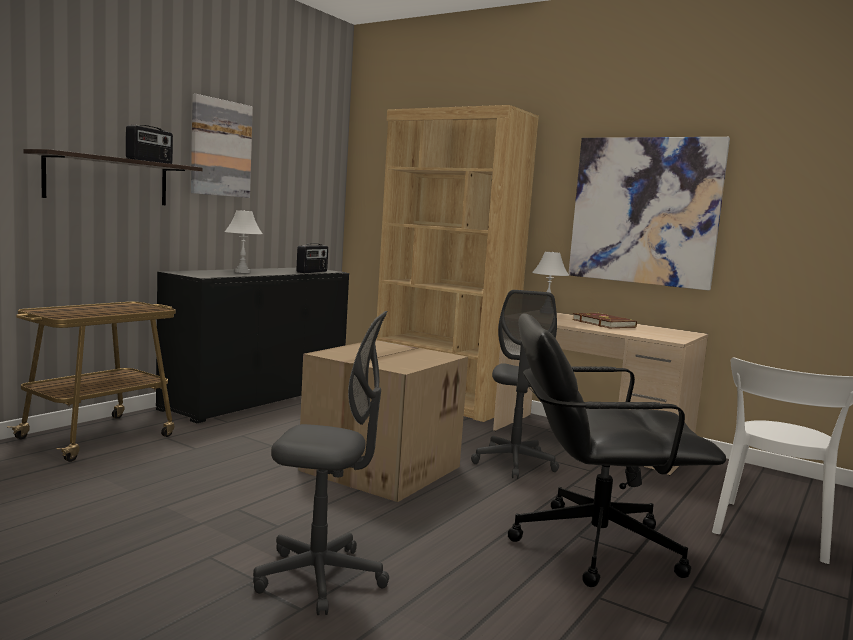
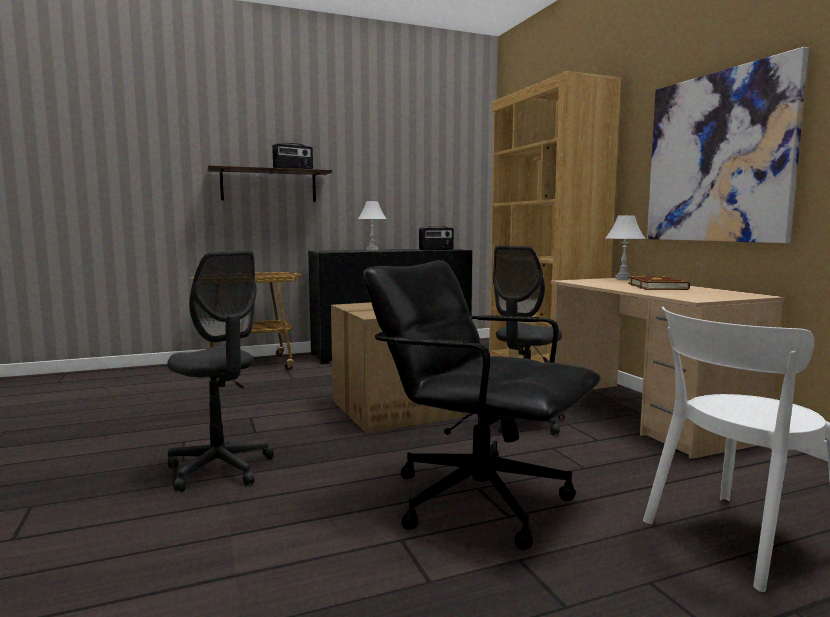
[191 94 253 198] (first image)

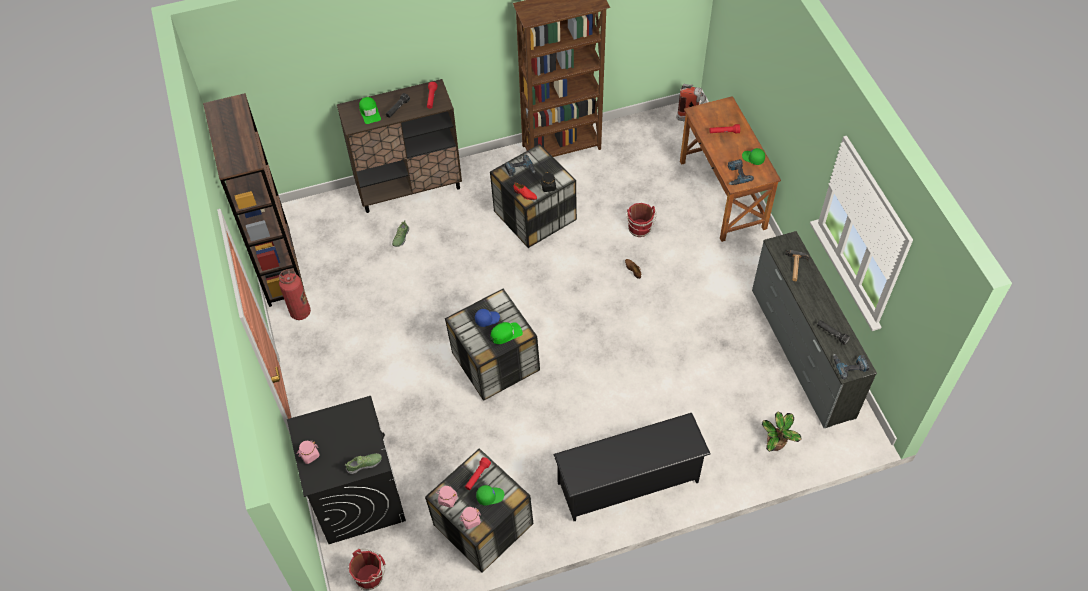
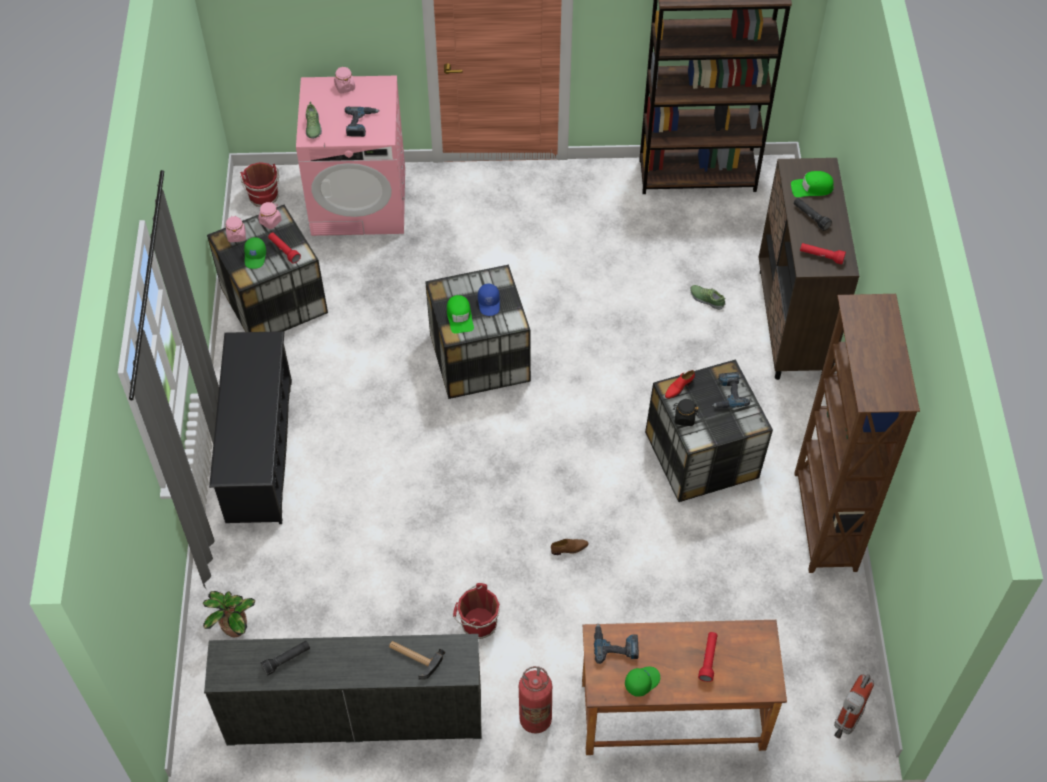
[519 666 552 734]
[453 583 500 639]
[345 107 379 137]
[296 76 405 236]

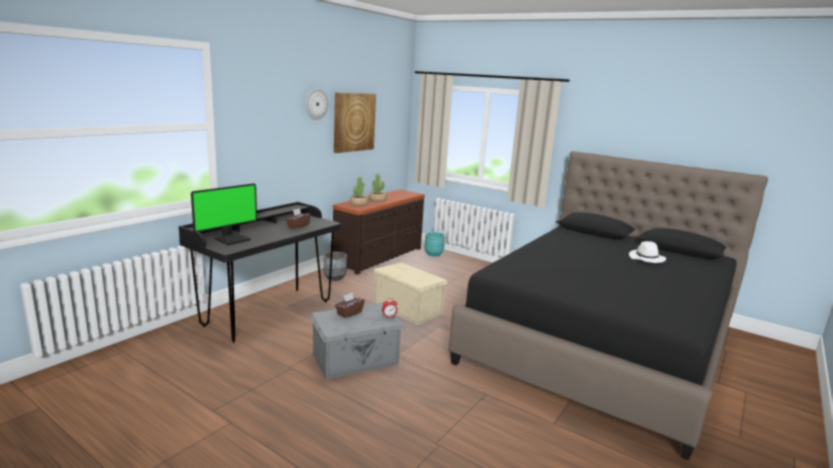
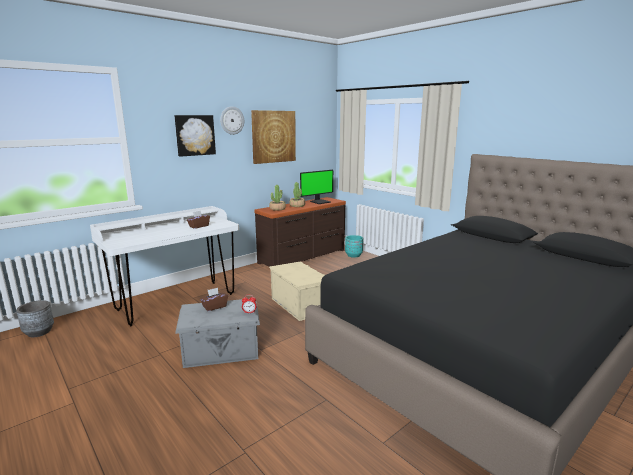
[629 241 666 263] (first image)
[174 115 216 157]
[300 170 333 204]
[16 300 54 337]
[90 206 239 326]

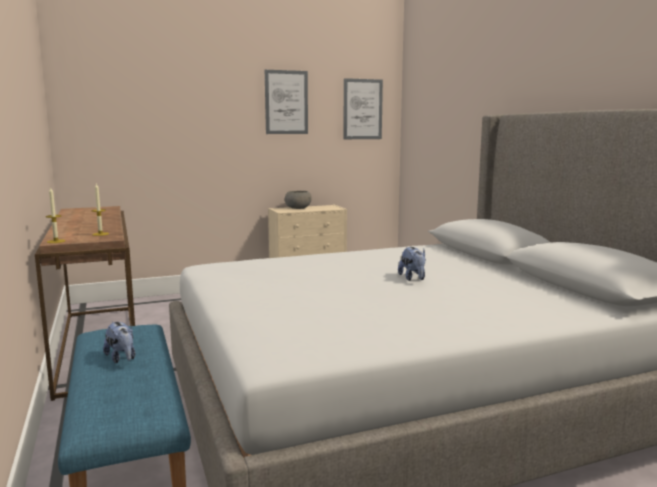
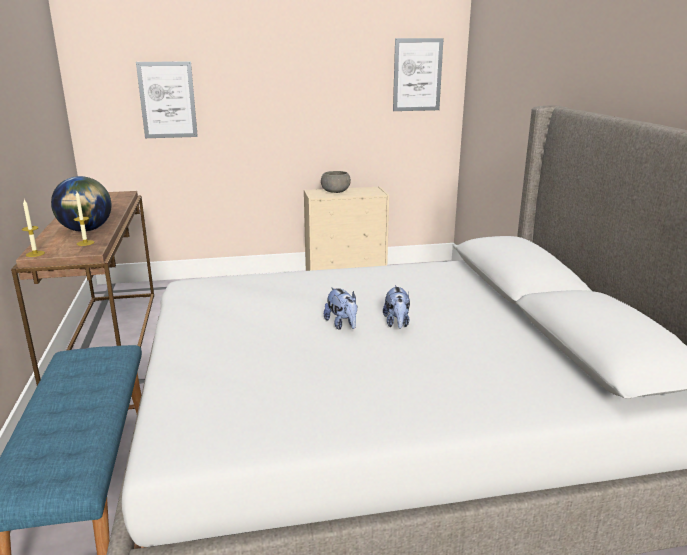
[51 176 111 232]
[324 287 358 330]
[136 61 198 138]

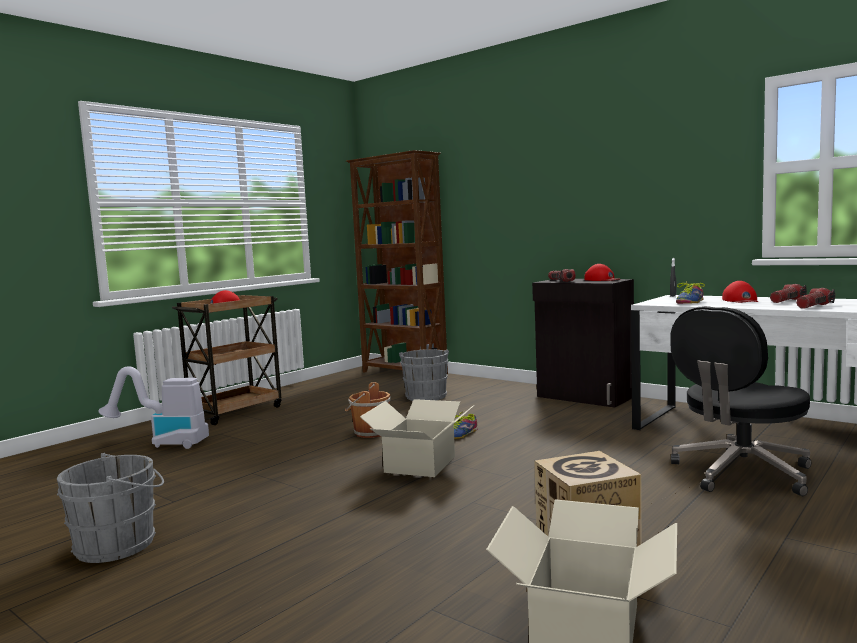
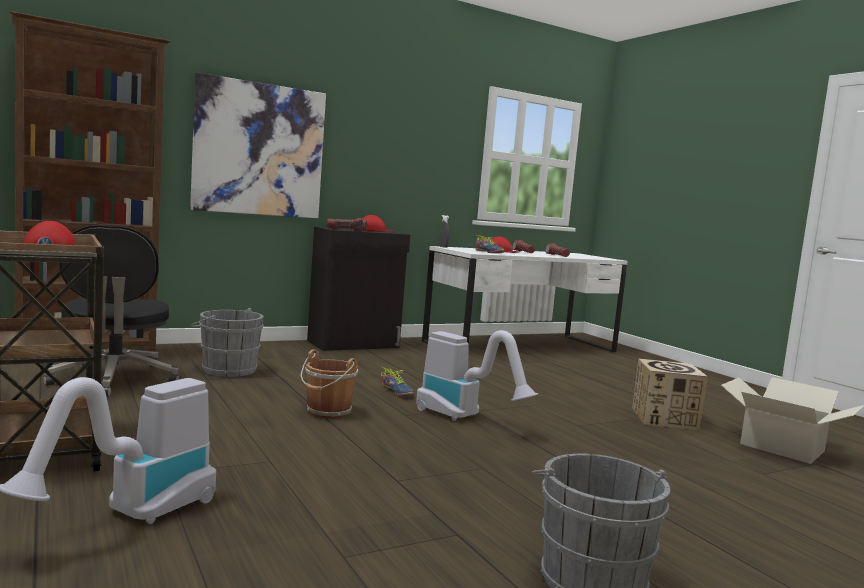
[190 73 326 218]
[43 225 179 397]
[416 330 538 421]

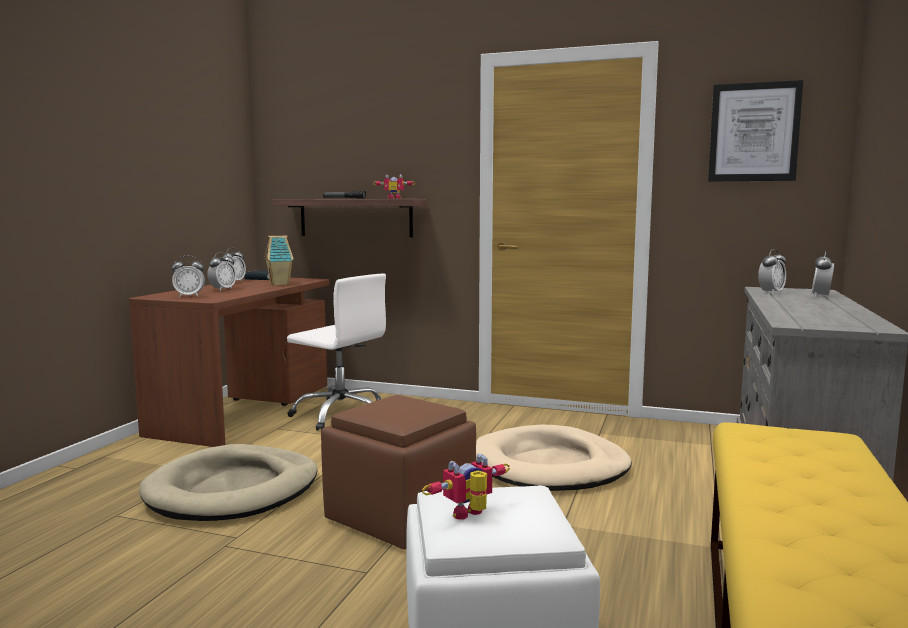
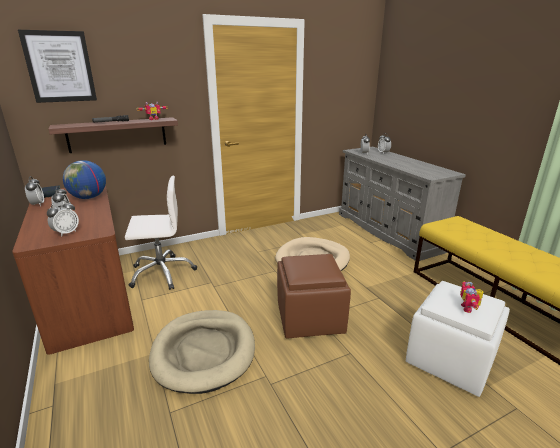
[18 30 97 103]
[63 160 106 199]

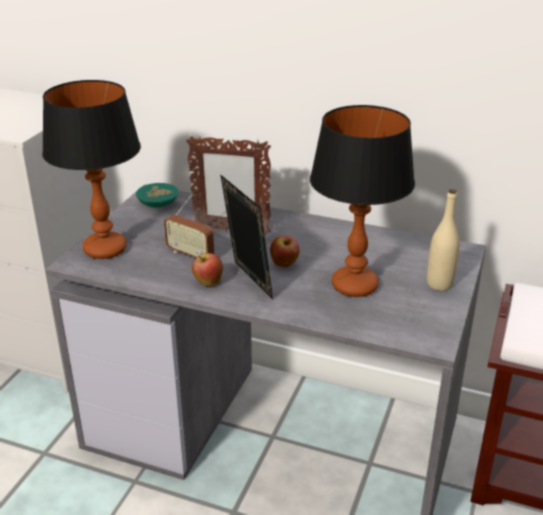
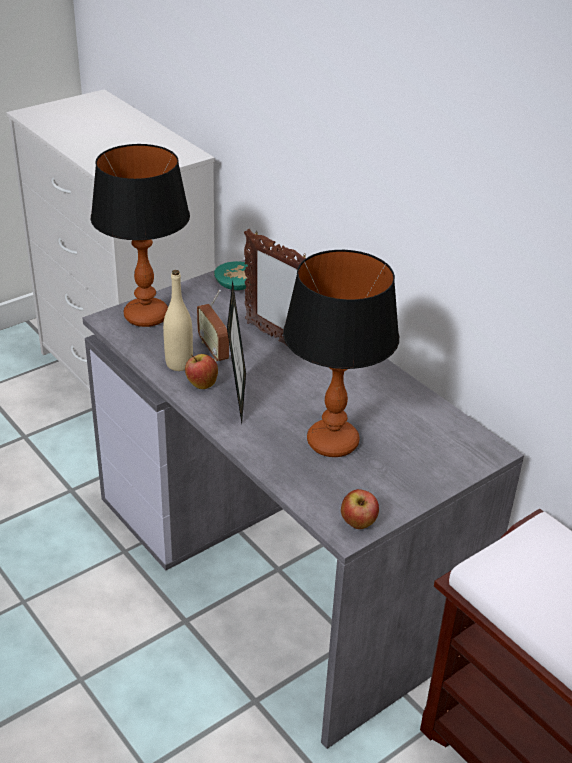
[341 489 379 529]
[163 270 193 371]

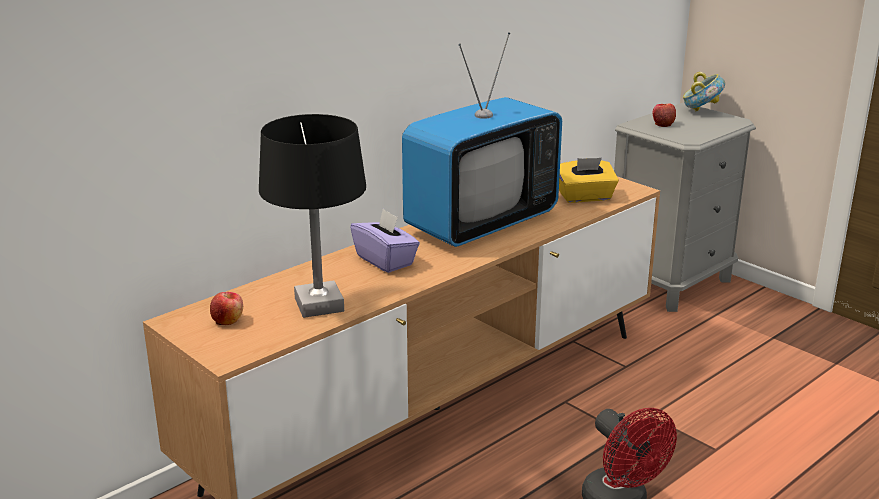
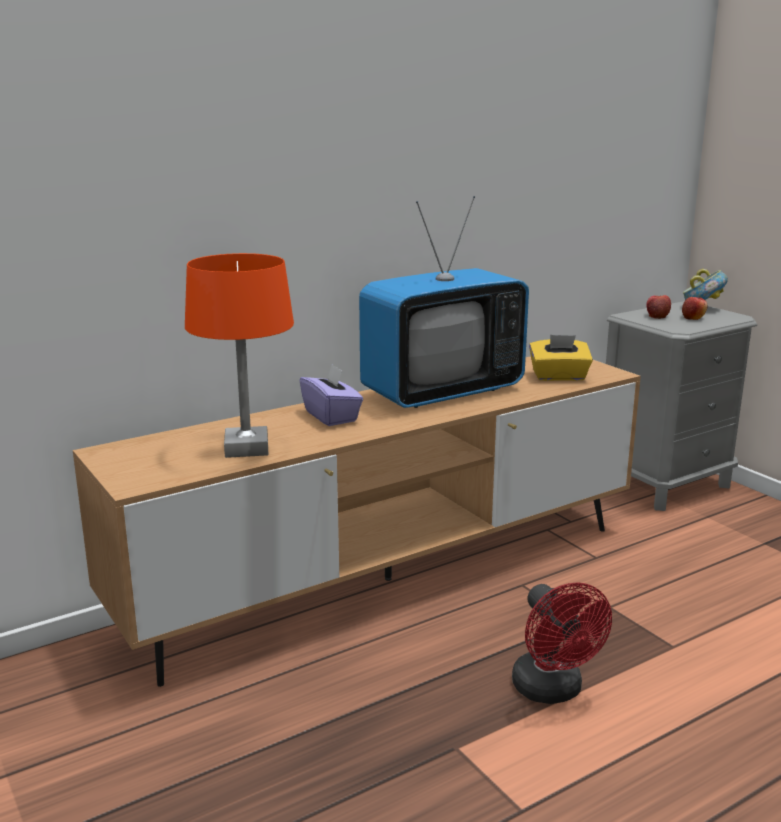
[682 297 707 320]
[185 253 294 458]

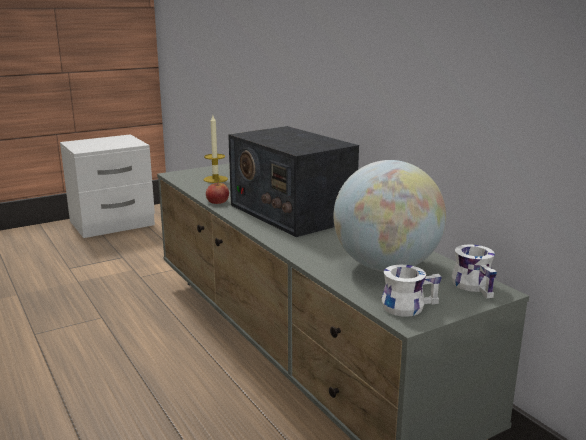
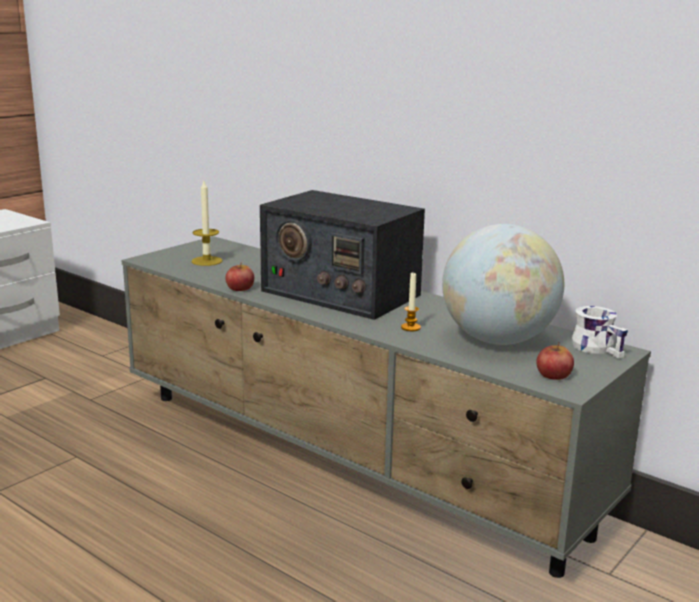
[401 271 421 331]
[536 342 574 380]

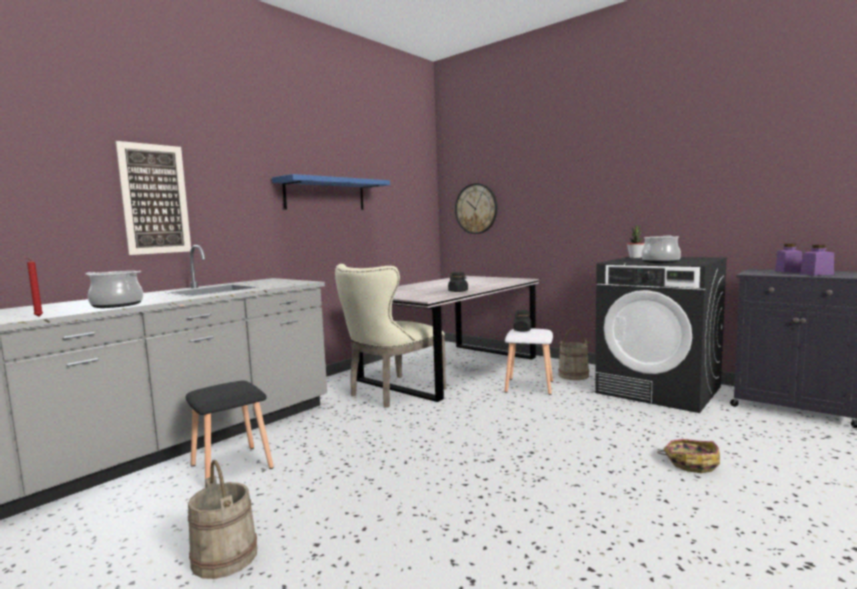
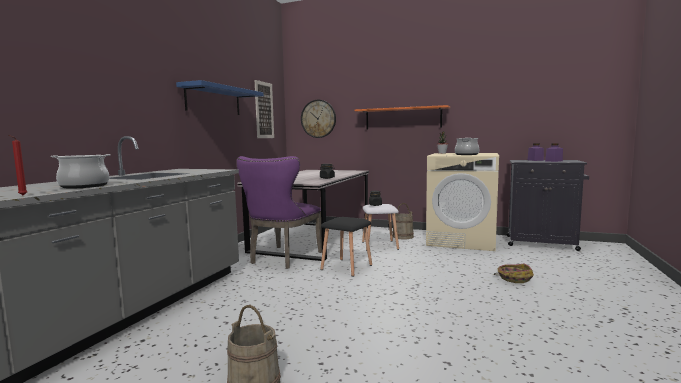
[355 105 450 129]
[255 80 274 138]
[320 217 372 277]
[237 156 322 269]
[426 153 499 251]

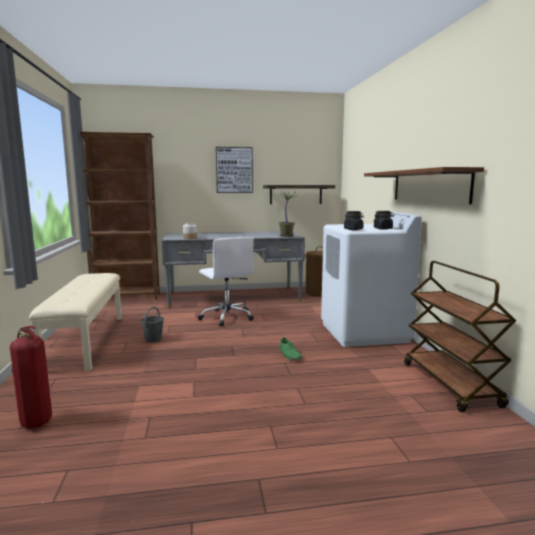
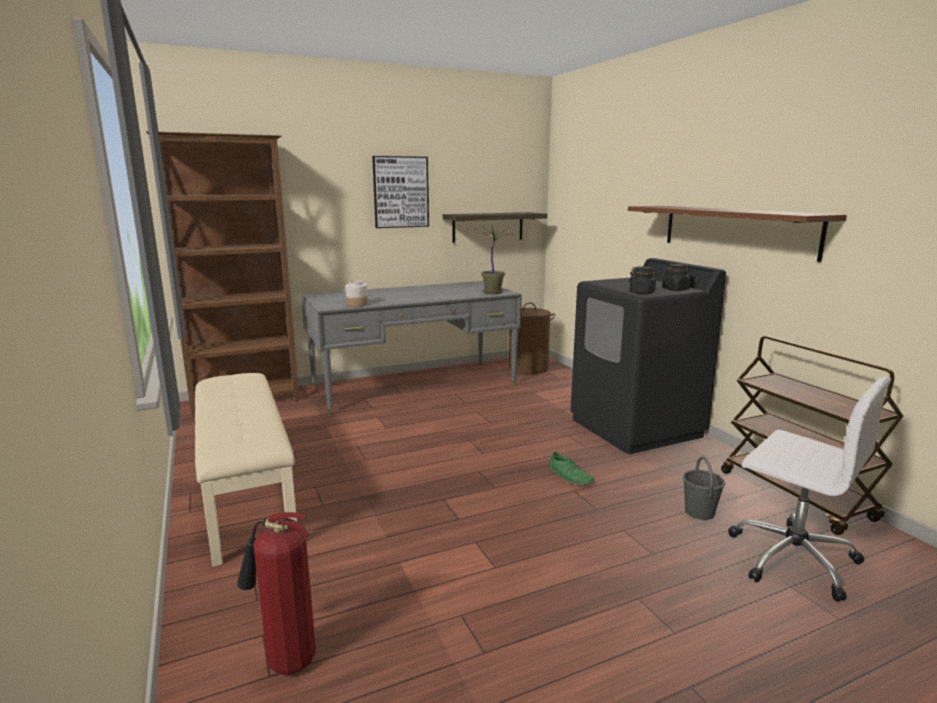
[683 456 725 520]
[728 377 891 602]
[571 258 726 454]

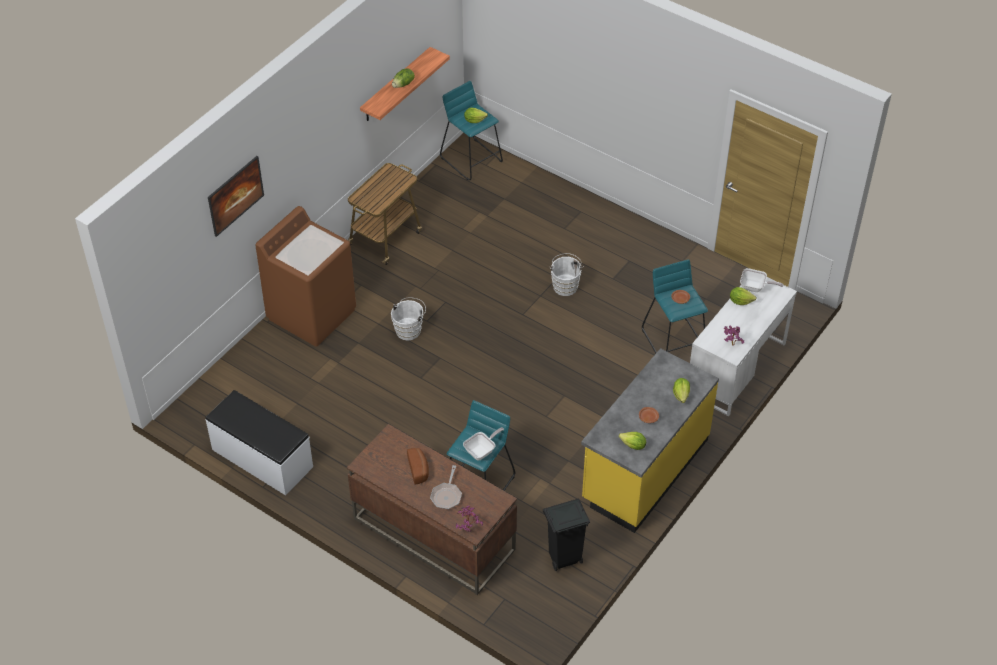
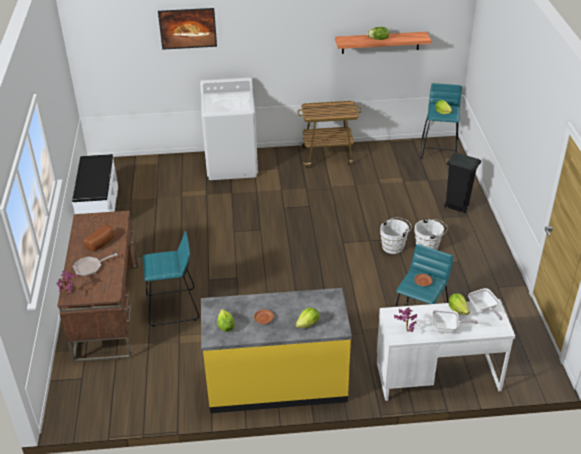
[414 218 448 250]
[432 309 478 333]
[444 152 481 214]
[200 77 258 180]

